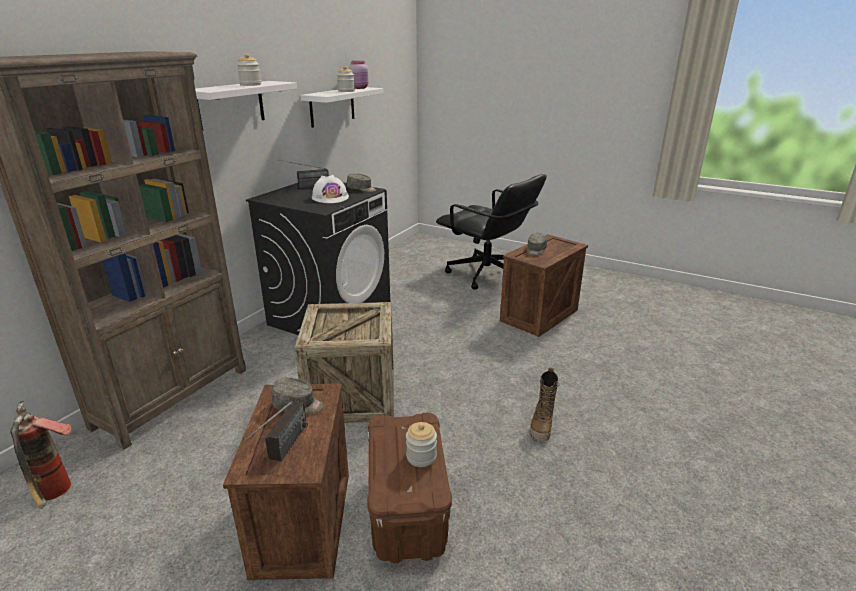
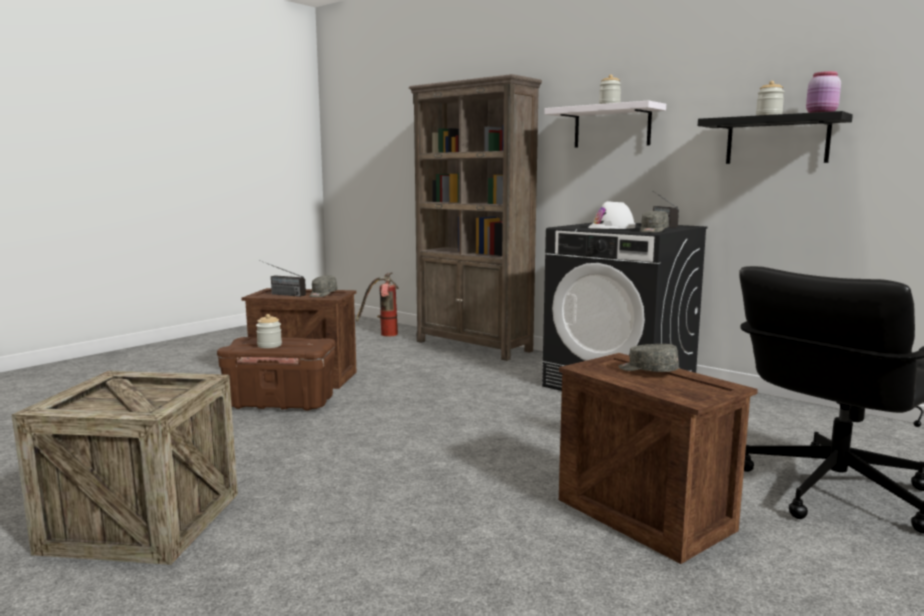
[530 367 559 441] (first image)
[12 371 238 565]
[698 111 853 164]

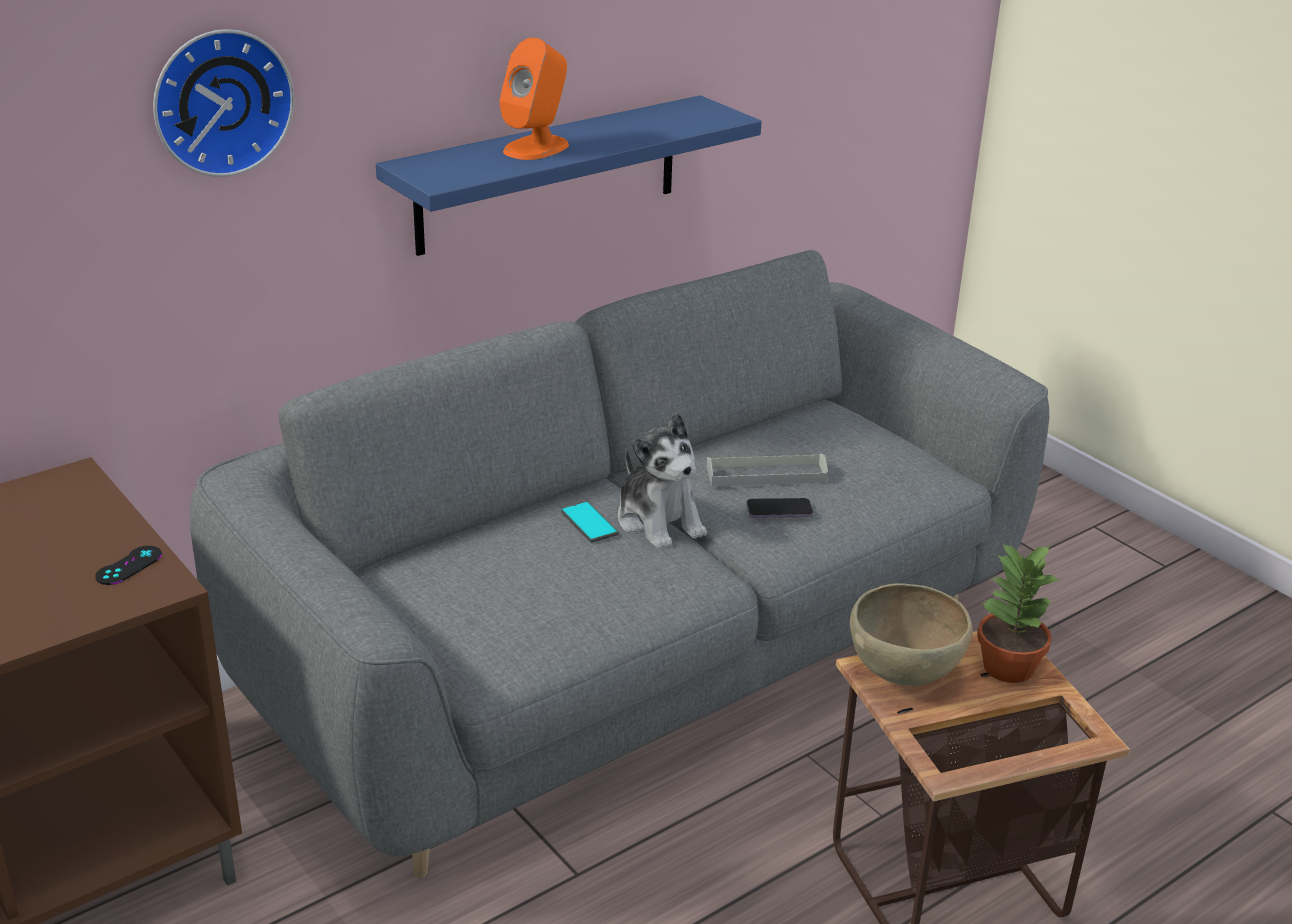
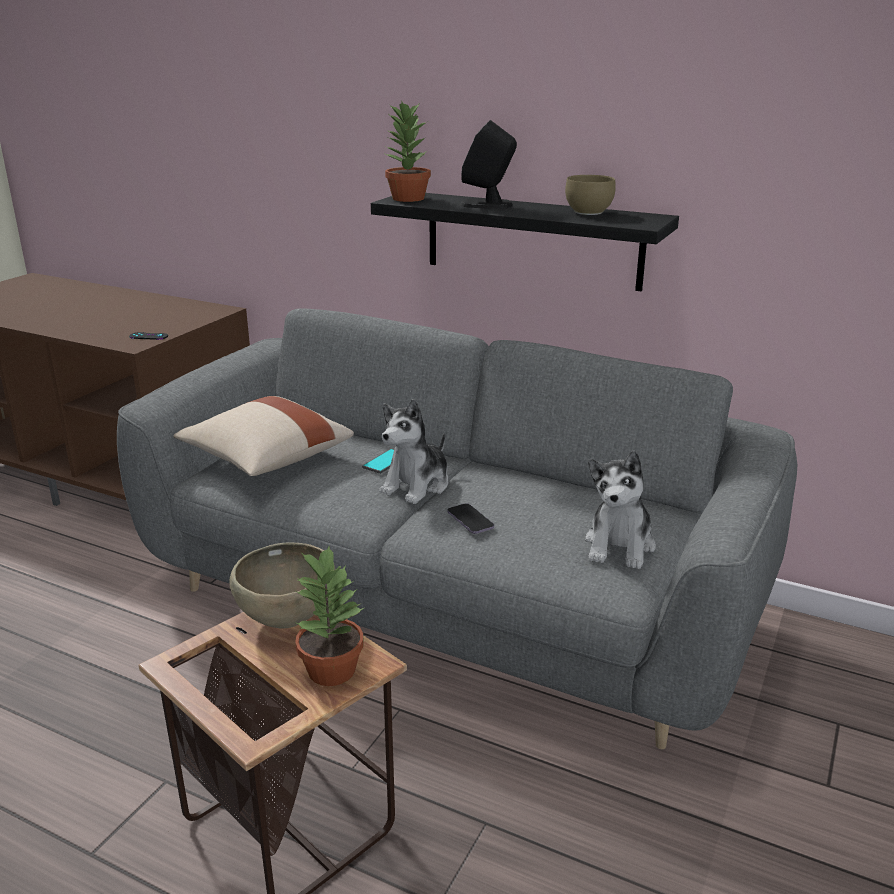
[153 29 294 177] (first image)
[706 453 828 486] (first image)
[173 396 354 476]
[384 102 431 202]
[565 175 615 215]
[585 450 656 569]
[371 193 679 292]
[460 120 517 209]

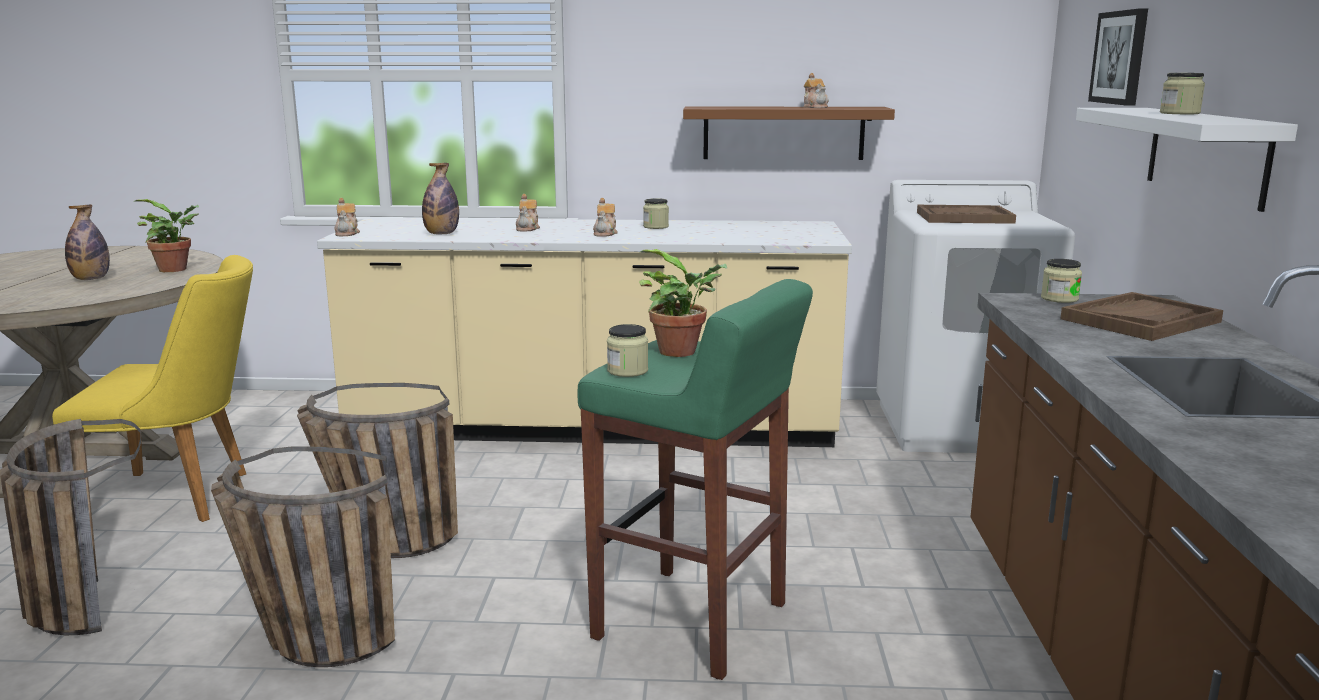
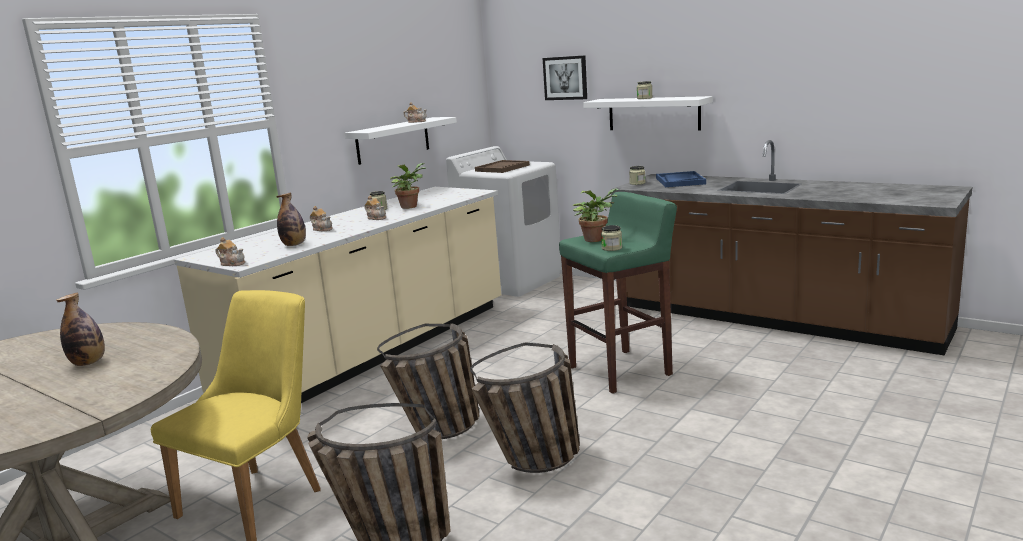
[390 163 426 209]
[345 117 457 165]
[656 171 706 187]

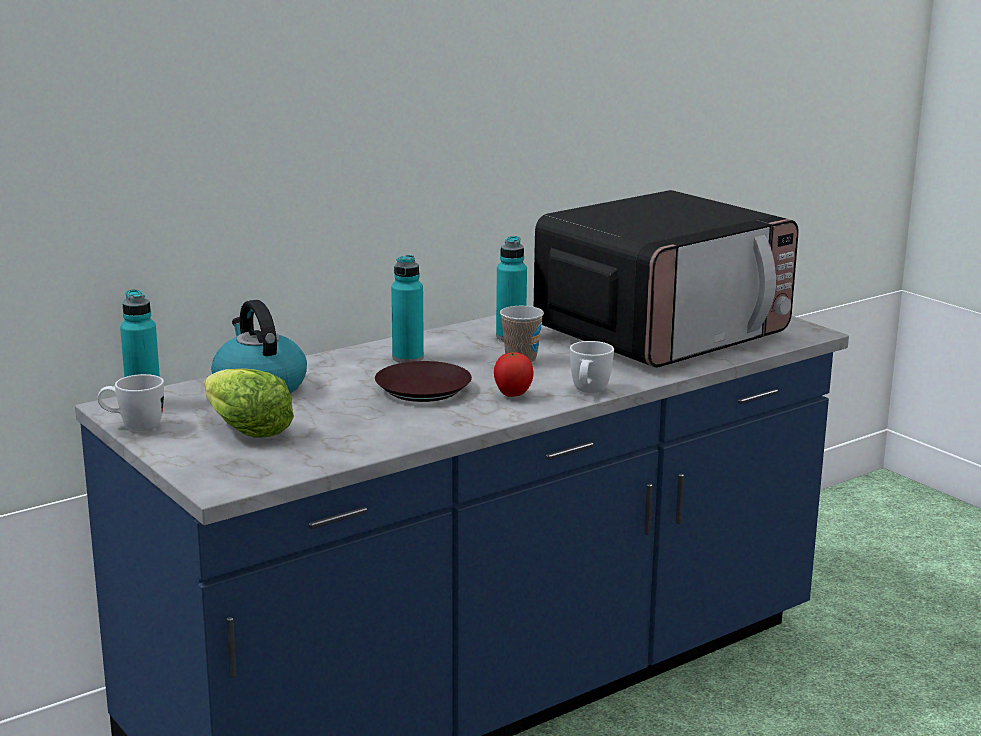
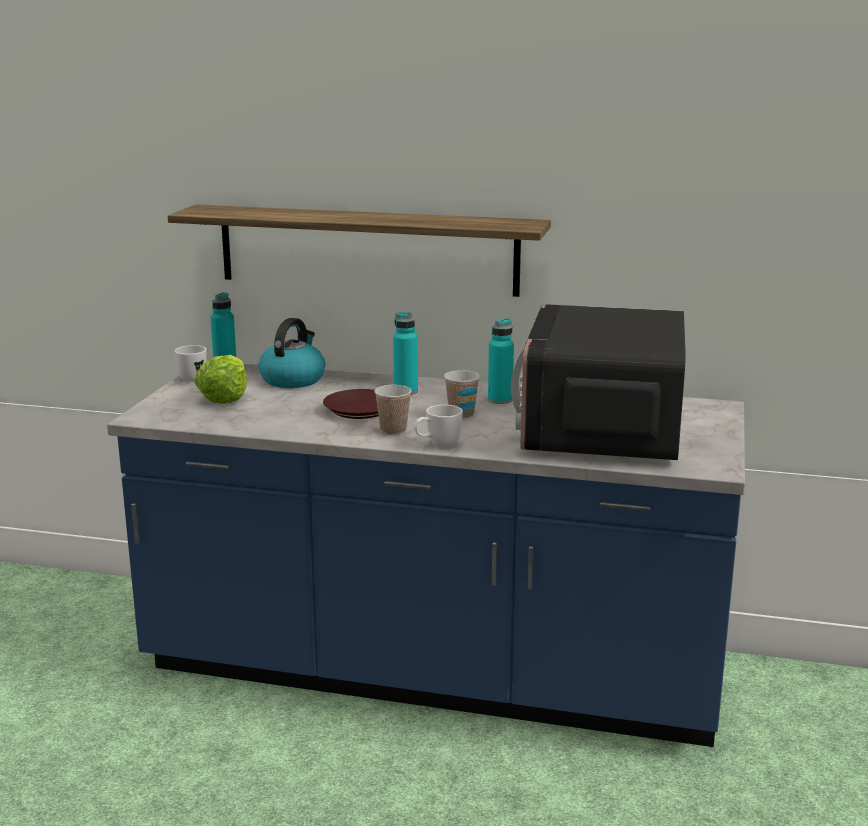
[168 204 551 297]
[374 385 412 435]
[511 304 686 460]

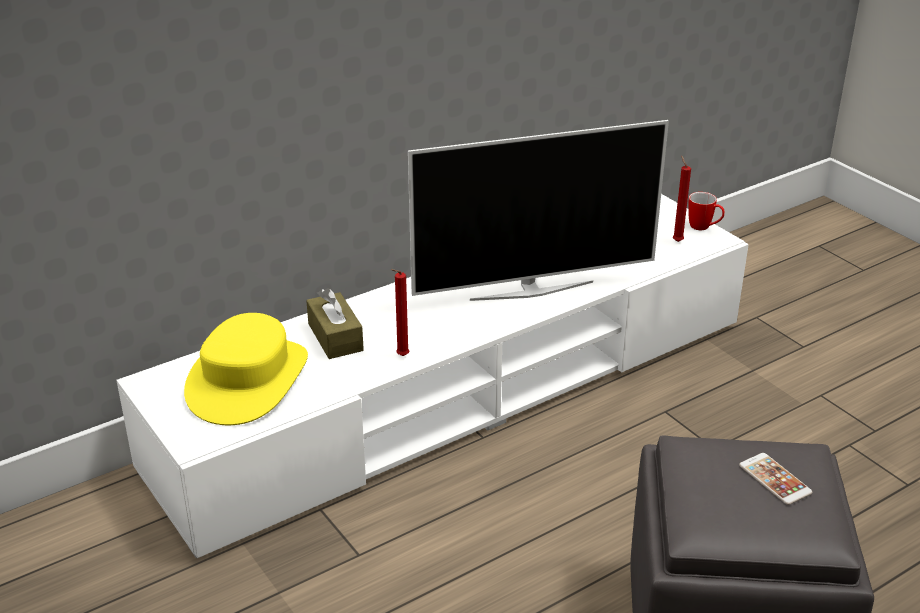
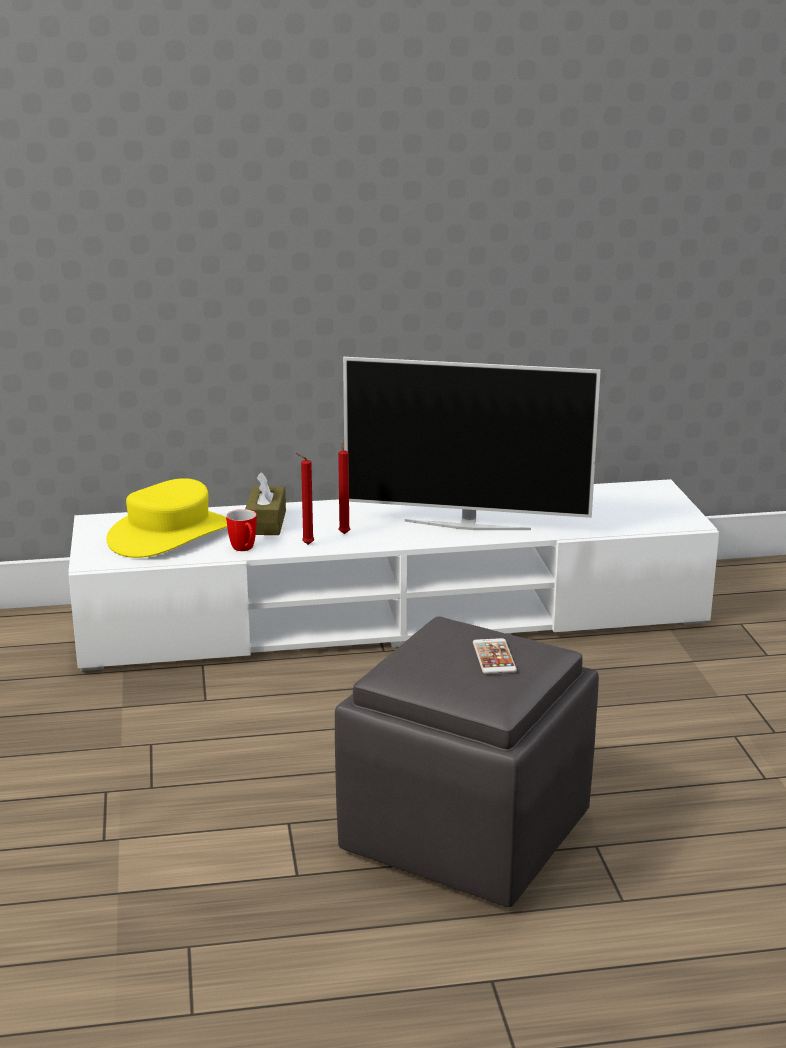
[338 439 351 534]
[226 509 257 551]

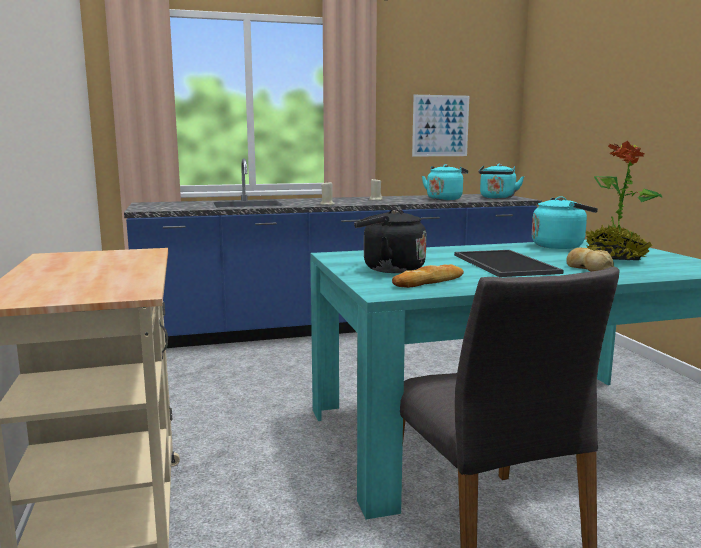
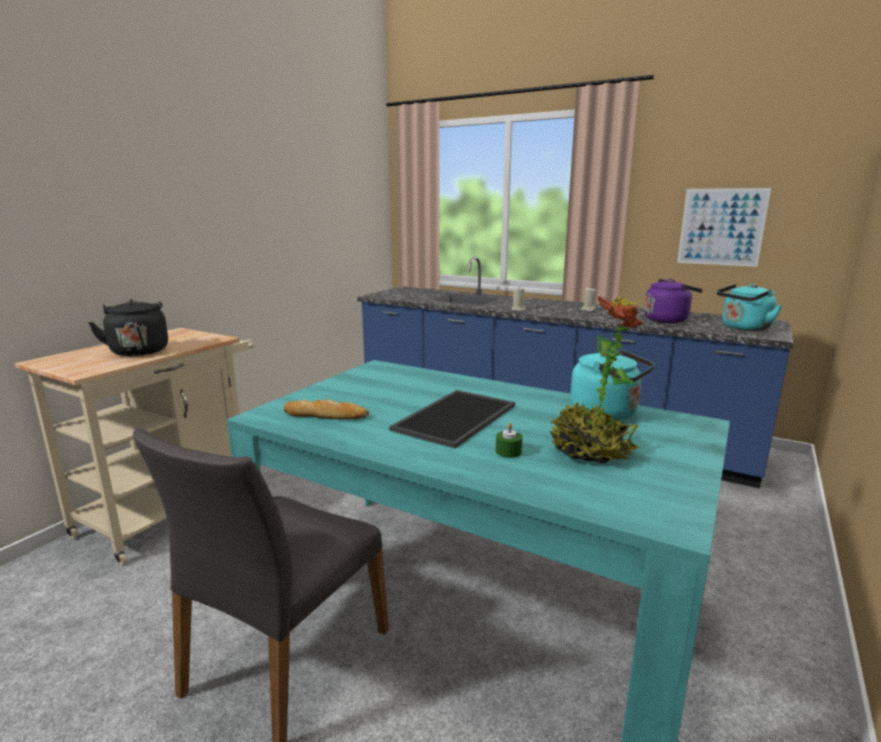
[88 299 168 356]
[496 423 523 458]
[644 279 703 323]

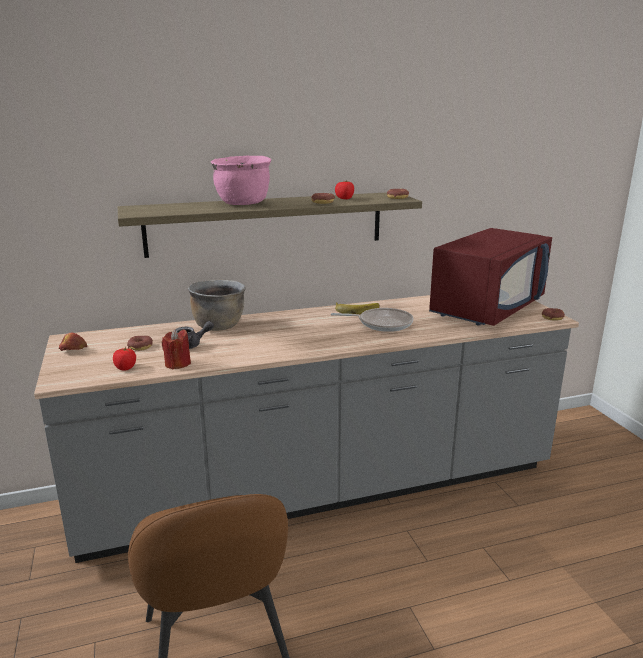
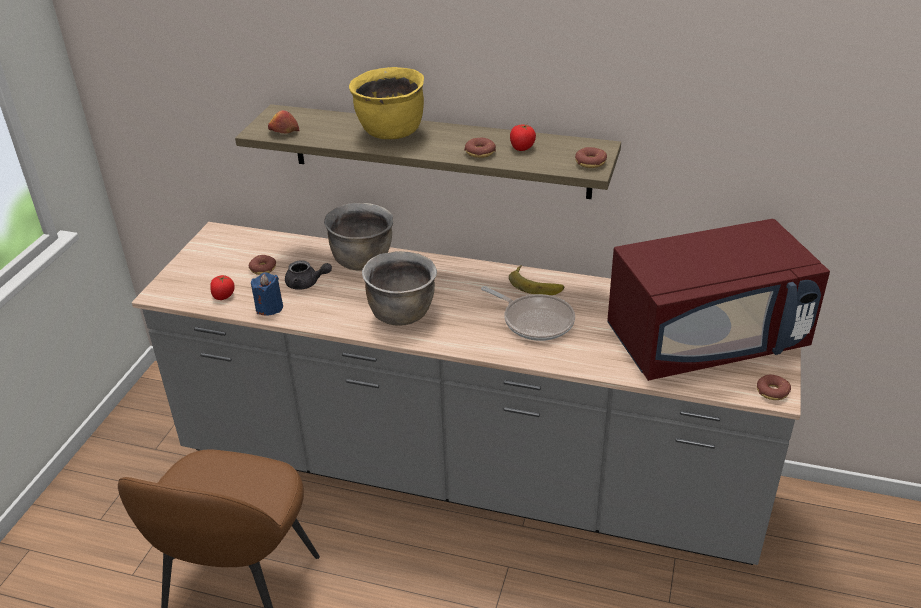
[362 251 437 326]
[268 110 299 134]
[251 273 283 316]
[349 67 424 139]

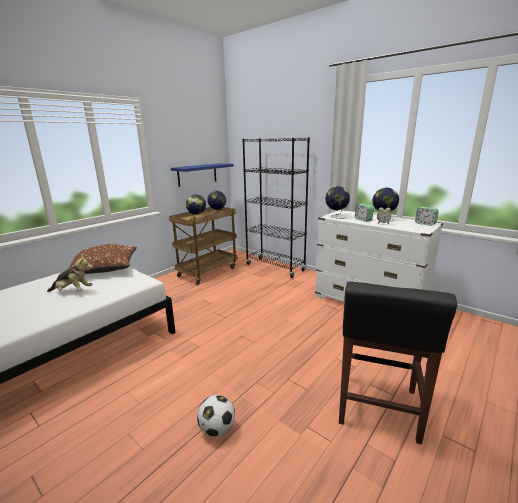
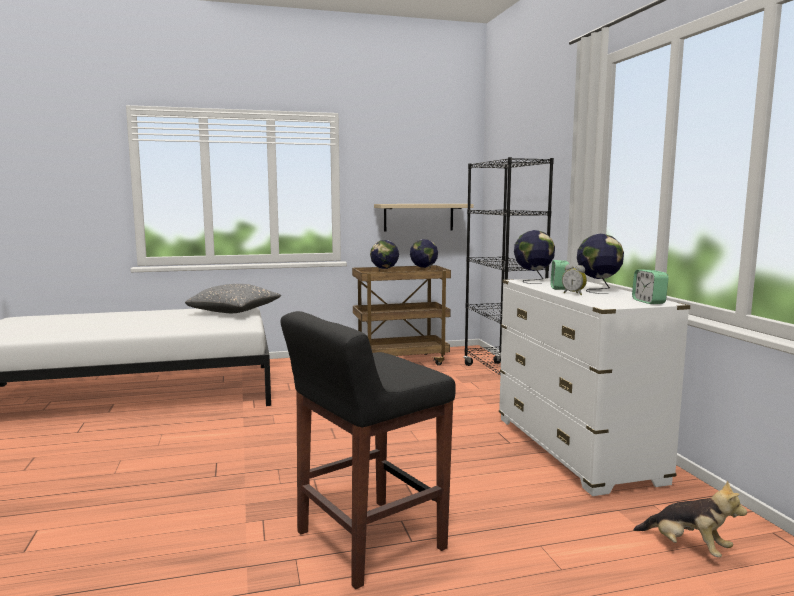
[197 395 235 437] (first image)
[633 480 747 557]
[185 284 281 313]
[374 204 474 232]

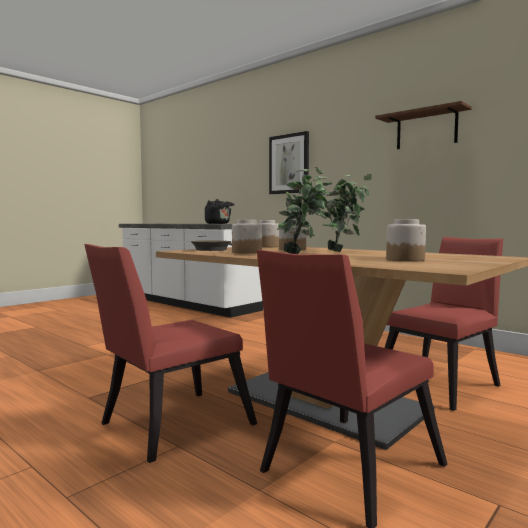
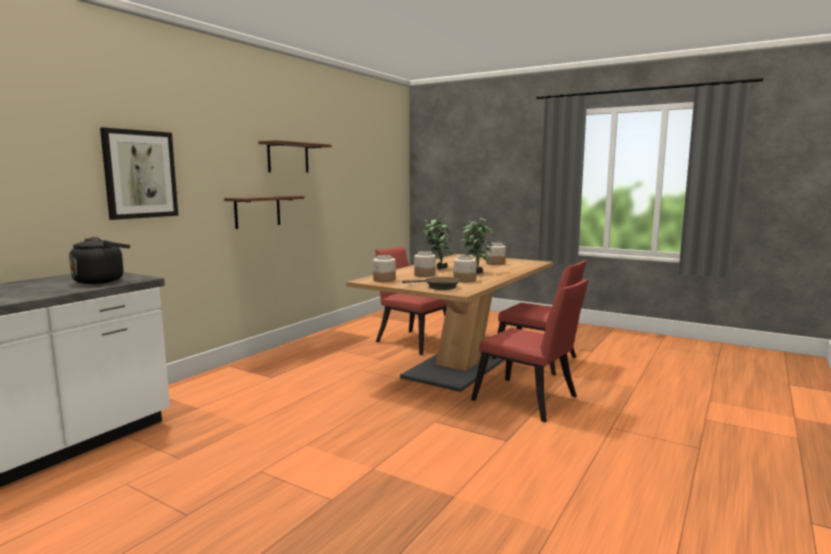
[224 196 304 229]

